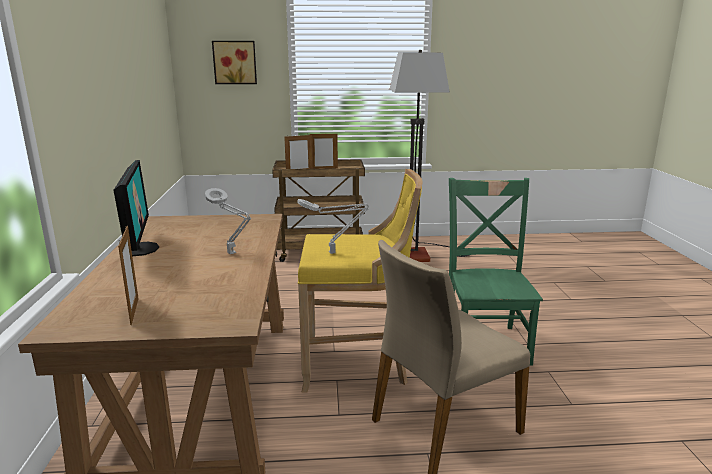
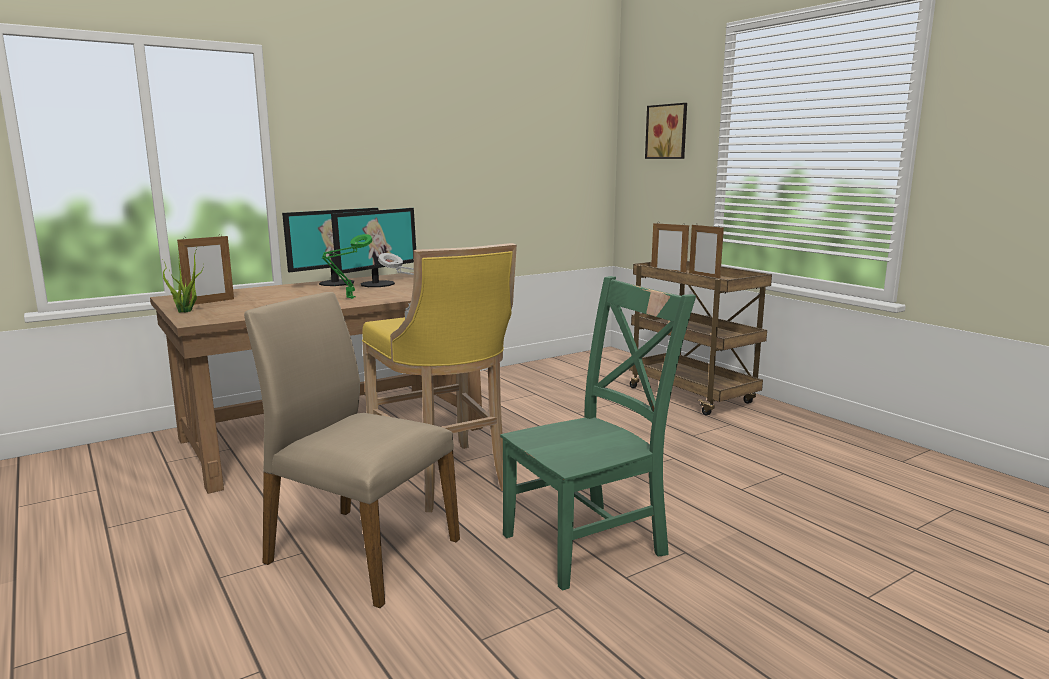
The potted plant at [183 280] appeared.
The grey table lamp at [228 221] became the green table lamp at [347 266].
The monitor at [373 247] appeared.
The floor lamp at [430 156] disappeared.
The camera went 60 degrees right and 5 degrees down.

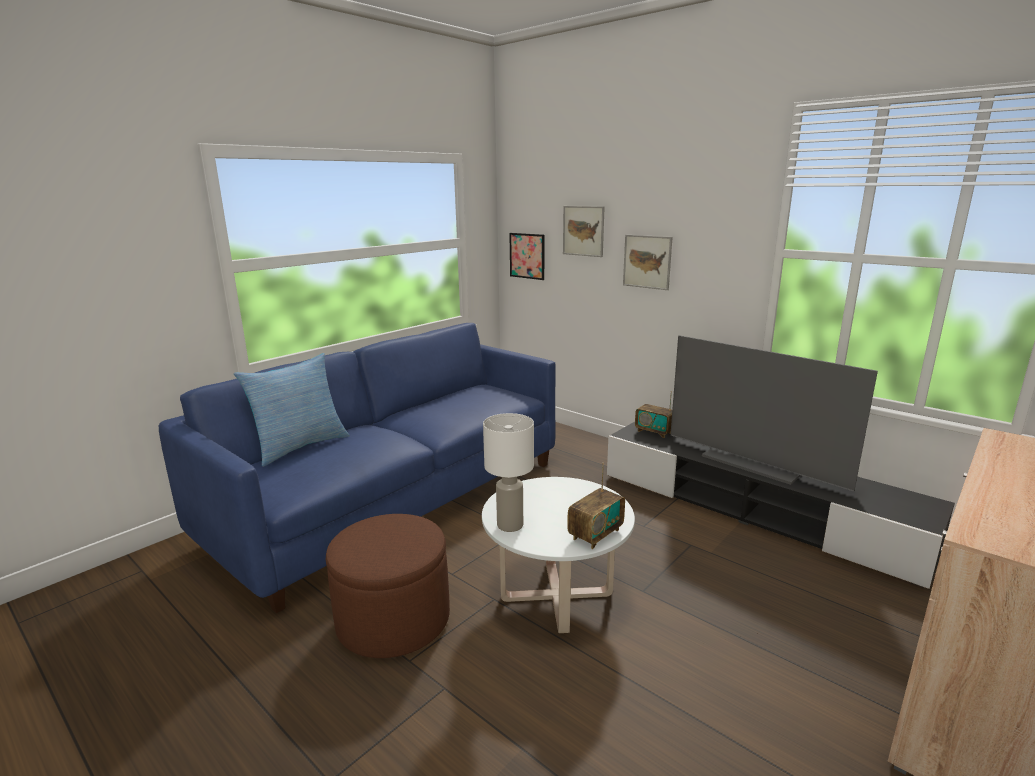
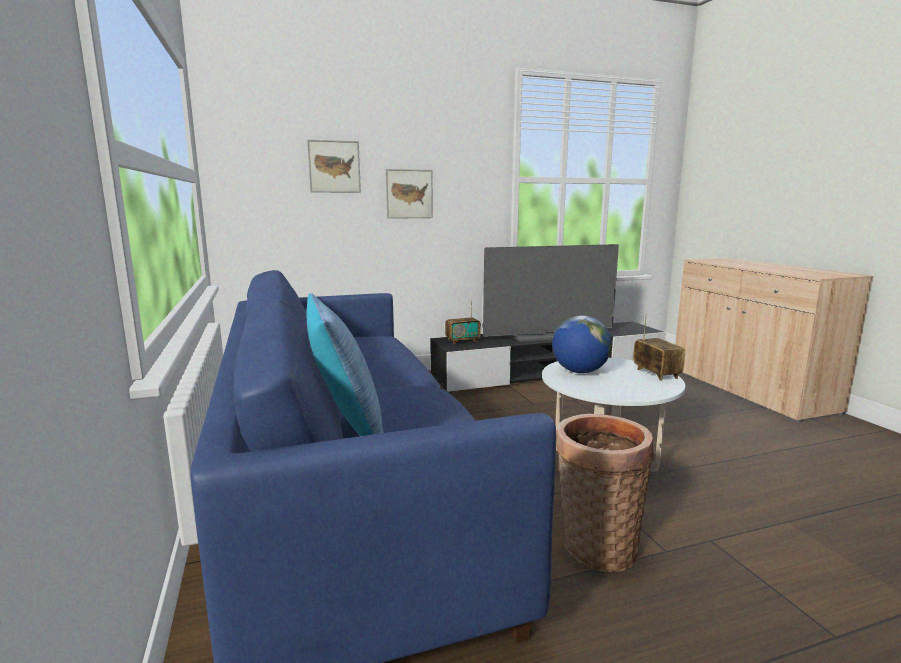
The globe at [582 344] appeared.
The brown ottoman at [388 586] was replaced by the basket at [605 493].
The white table lamp at [508 472] disappeared.
The picture at [526 256] disappeared.
The camera went 60 degrees left and 5 degrees down.

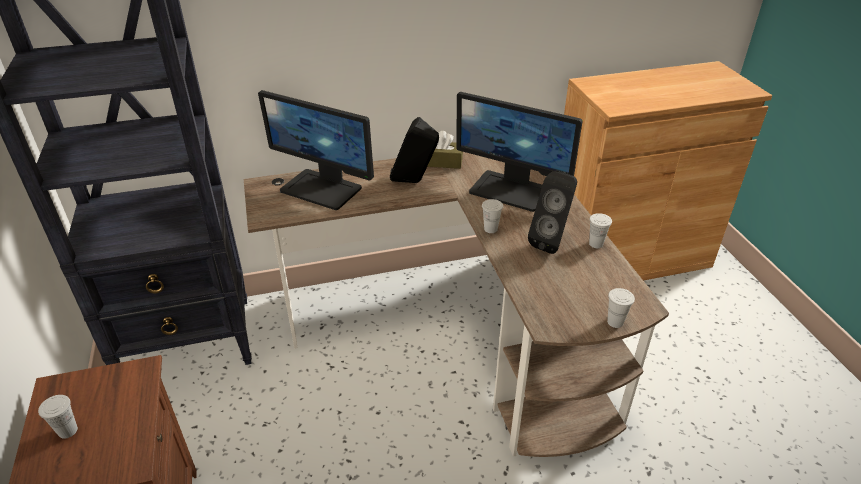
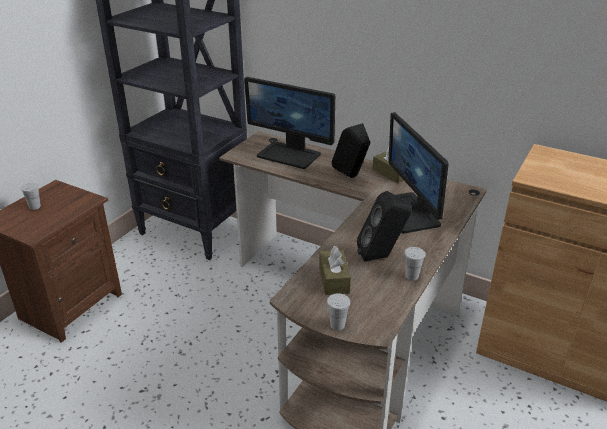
The monitor at [316 150] turned 45 degrees counterclockwise.
The brown tissue box at [335 270] appeared.
The white cup at [492 216] disappeared.
The camera went 45 degrees right and 5 degrees down.

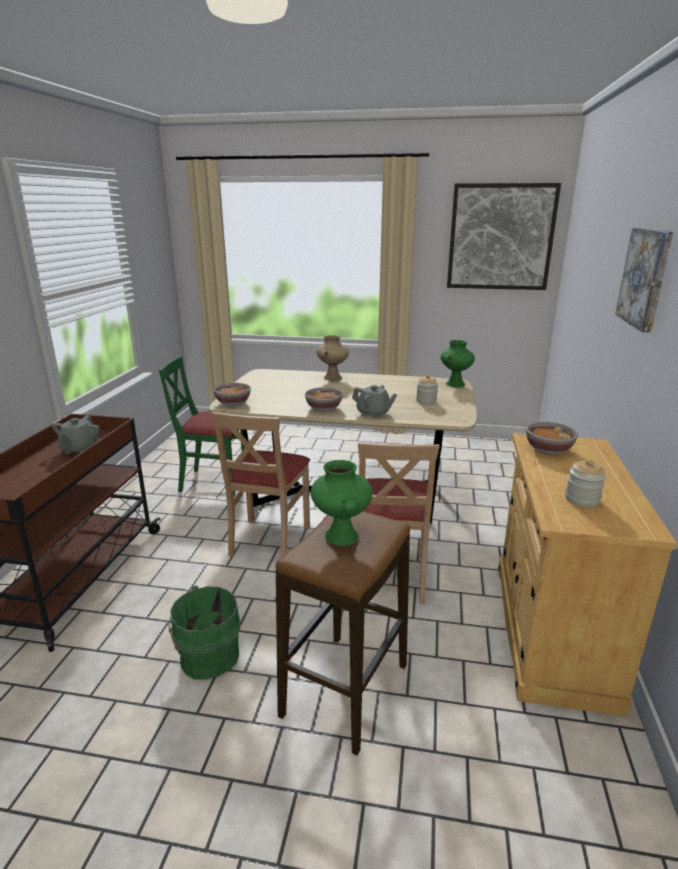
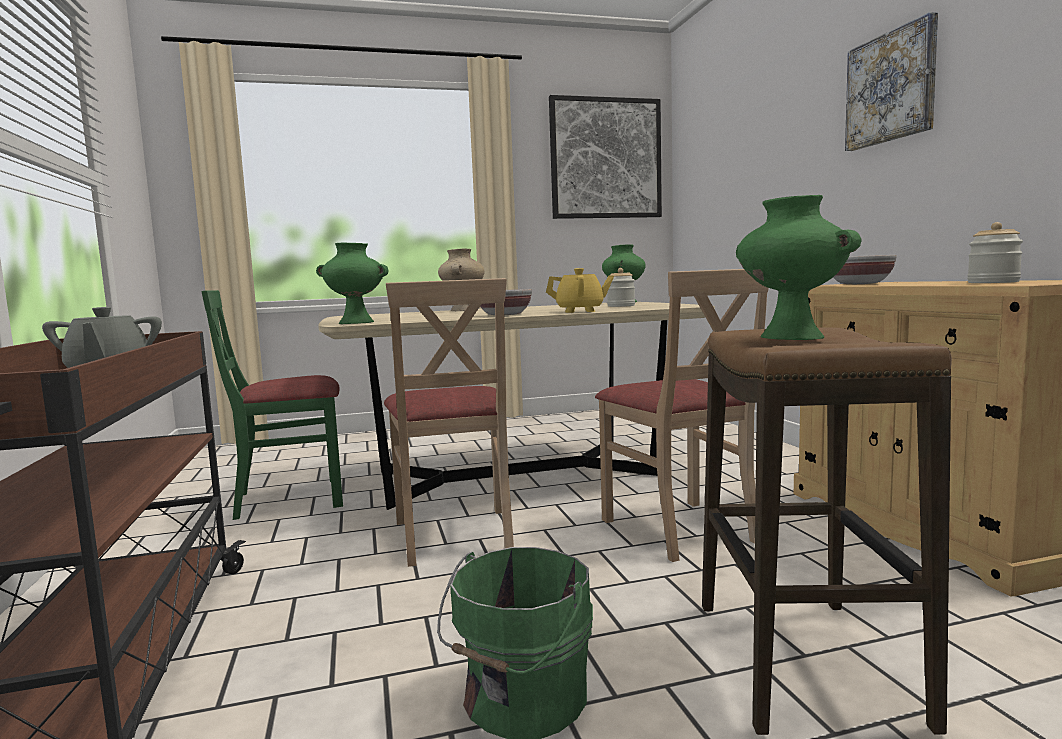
The bowl at [232 394] was replaced by the green vase at [352 283].
The grey teapot at [375 402] became the yellow teapot at [580 290].
The camera went 25 degrees left and 15 degrees down.

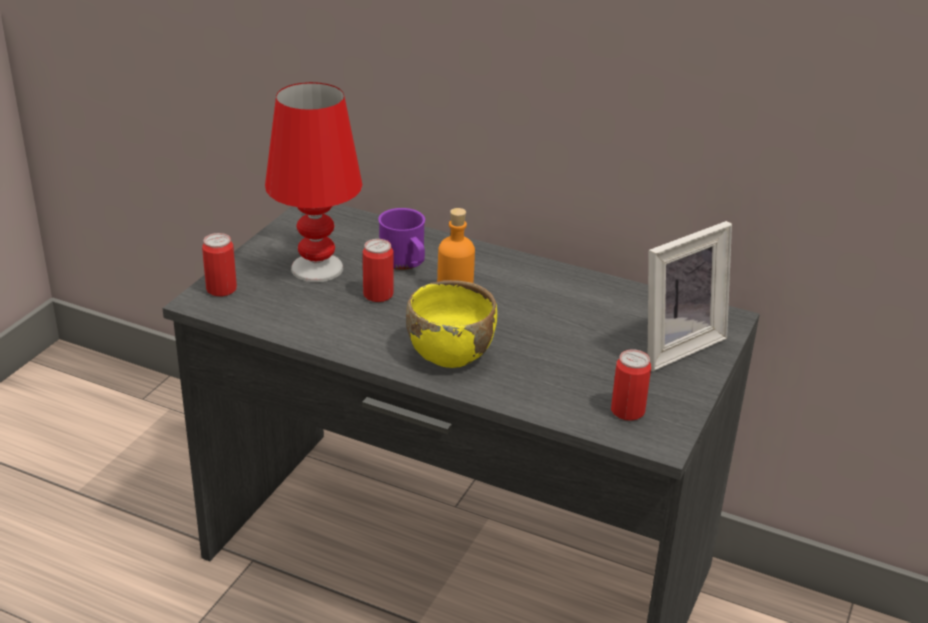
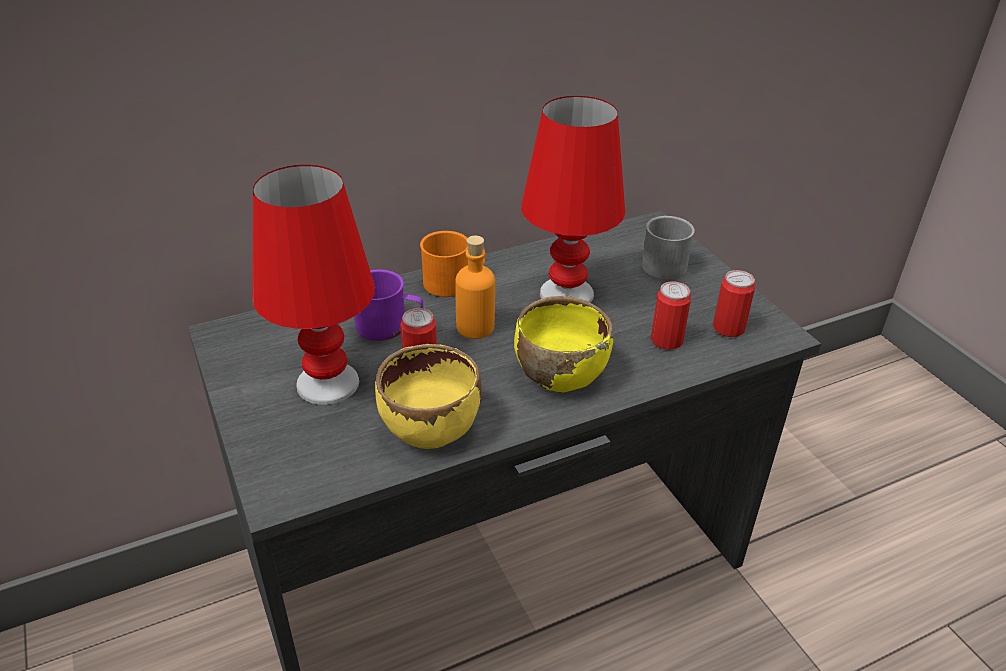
The yellow bowl at [428 396] appeared.
The orange mug at [452 264] appeared.
The red table lamp at [573 199] appeared.
The picture frame at [690 296] was replaced by the grey mug at [668 248].
The can moved from [219 264] to [671 315].
The camera went 50 degrees left and 5 degrees up.

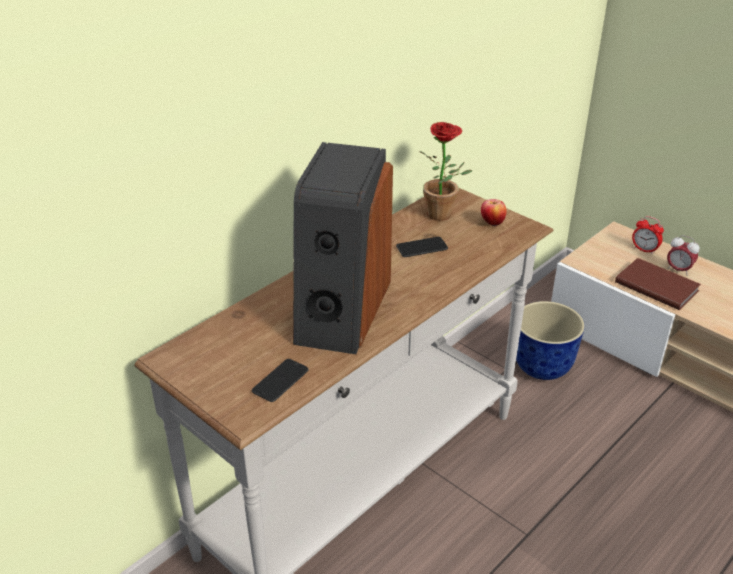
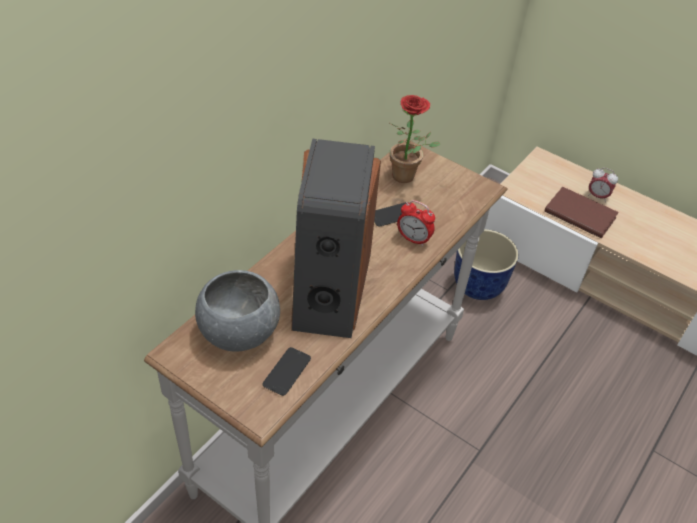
The grey bowl at [237 311] appeared.
The alarm clock moved from [648 235] to [416 223].
The apple at [494 212] disappeared.
The camera went 10 degrees left and 10 degrees up.

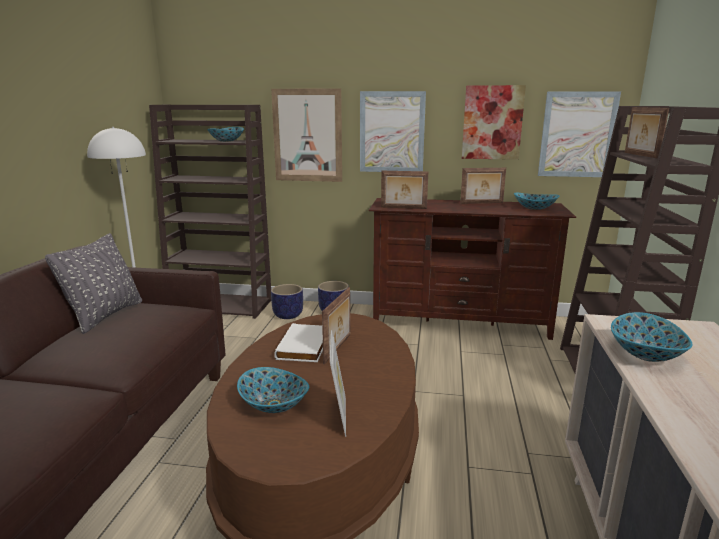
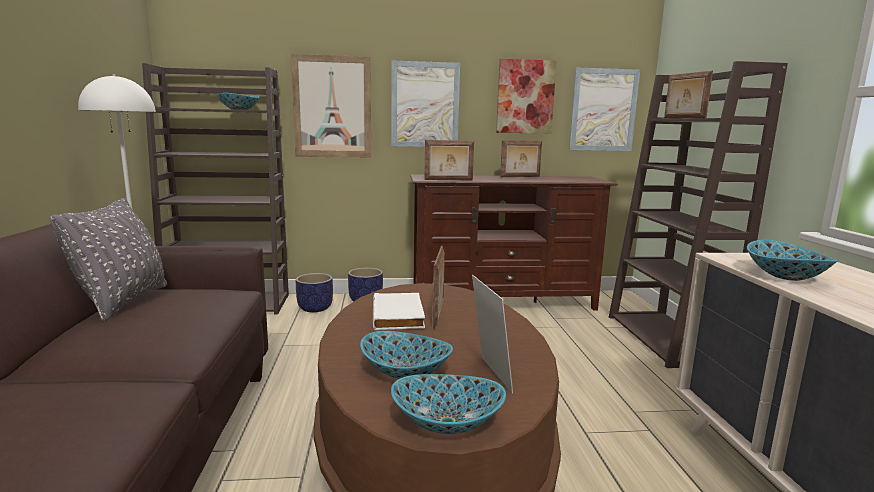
The bowl moved from [536 201] to [448 404].
The camera went 15 degrees left and 5 degrees down.

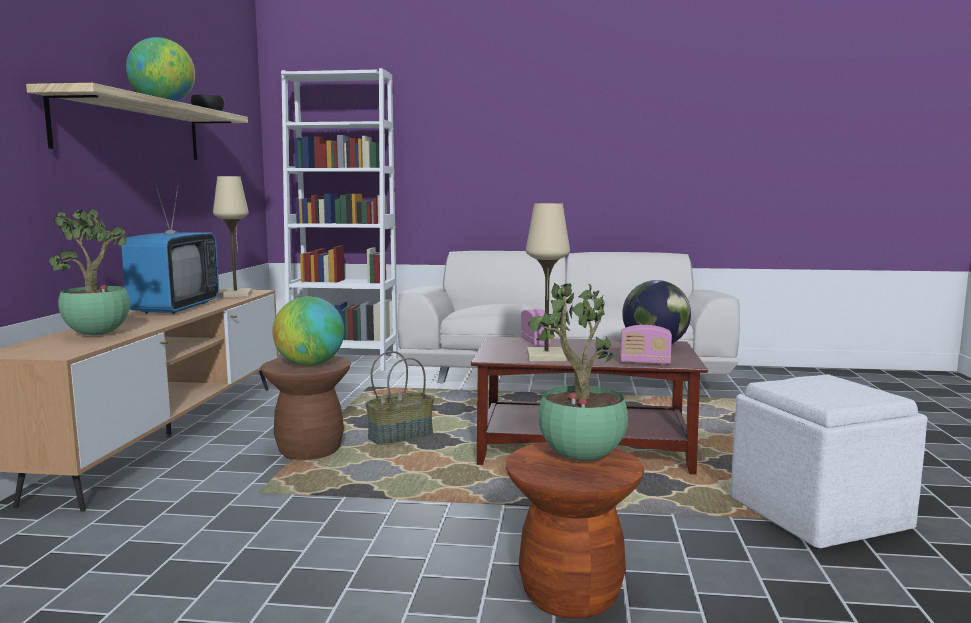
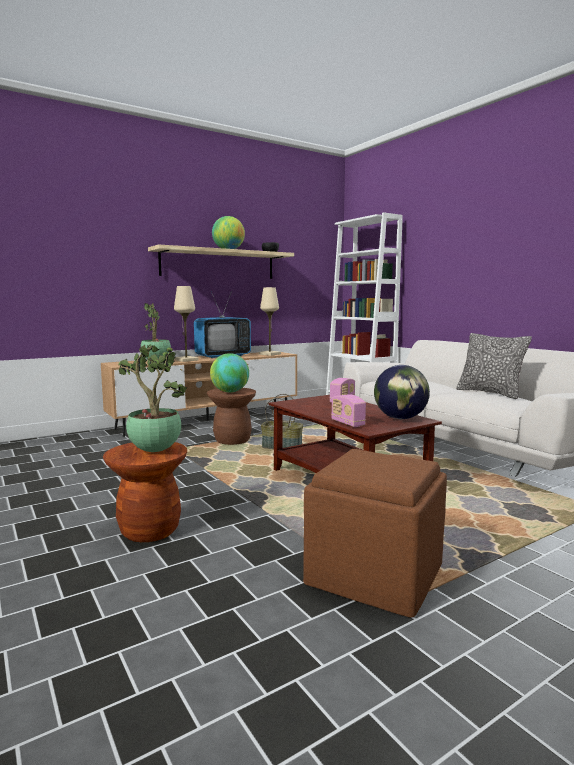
The beige table lamp moved from [548 282] to [186 324].
The white ottoman at [829 461] became the brown ottoman at [375 533].
The pillow at [494 366] appeared.
The camera went 50 degrees right and 0 degrees up.

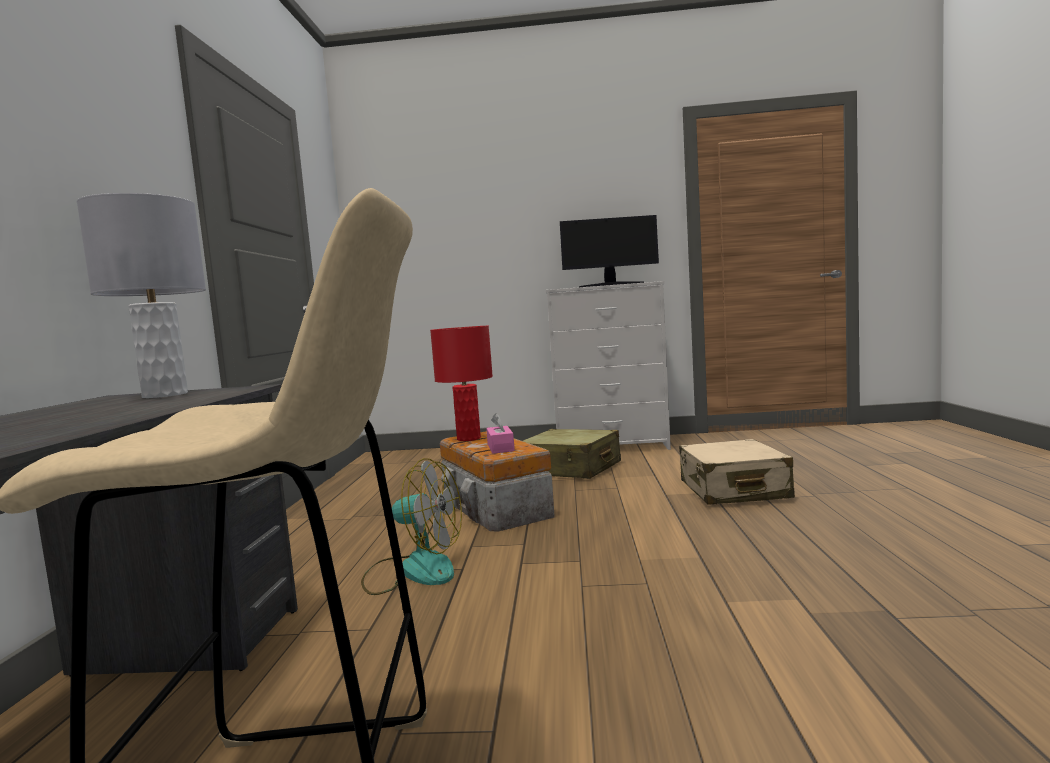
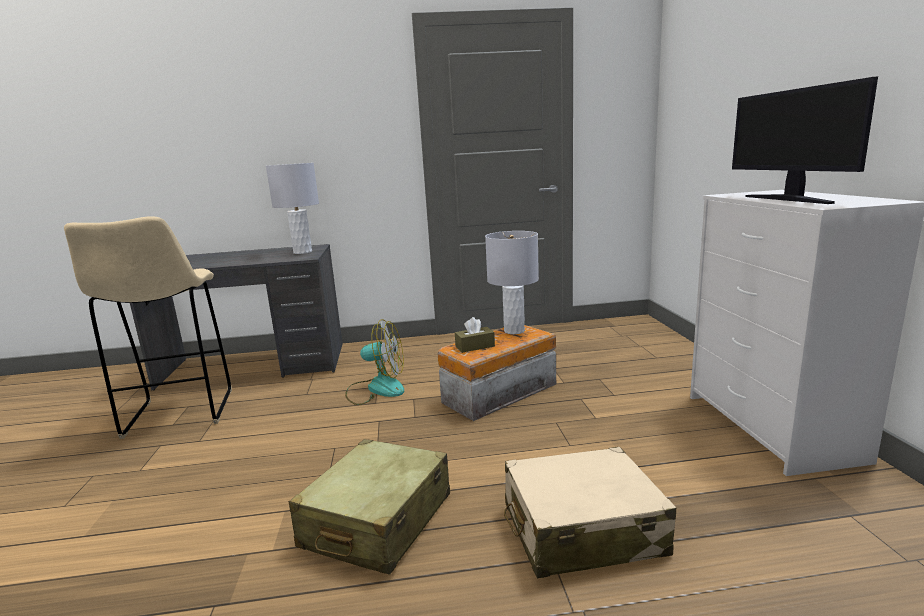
The beige suitcase moved from [572 454] to [369 507].
The fan at [411 526] turned 90 degrees counterclockwise.
The pink tissue box at [500 433] became the brown tissue box at [475 335].
The red table lamp at [461 383] became the grey table lamp at [512 282].
The camera went 80 degrees right and 10 degrees up.

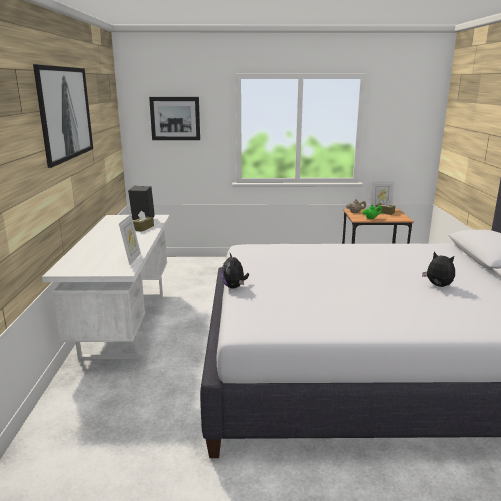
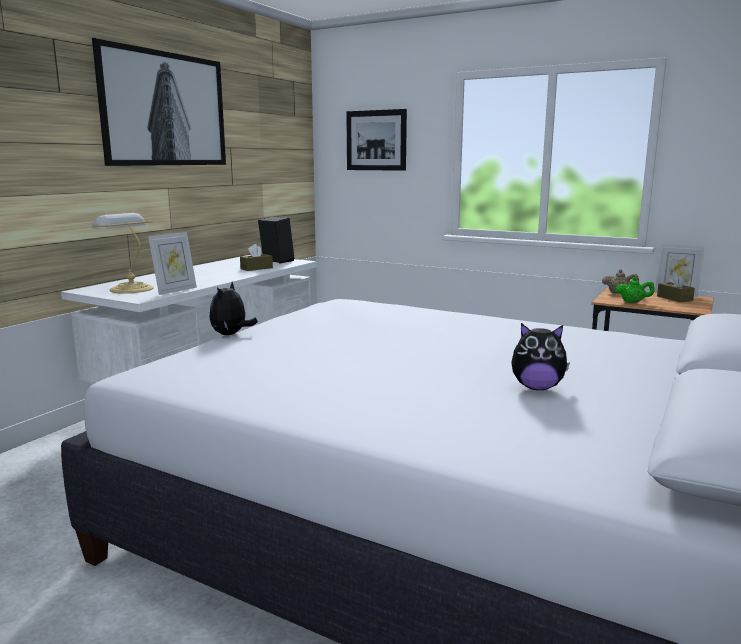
The table lamp at [122 253] appeared.
The plush toy at [438 269] turned 120 degrees clockwise.
The camera went 30 degrees right and 5 degrees down.

